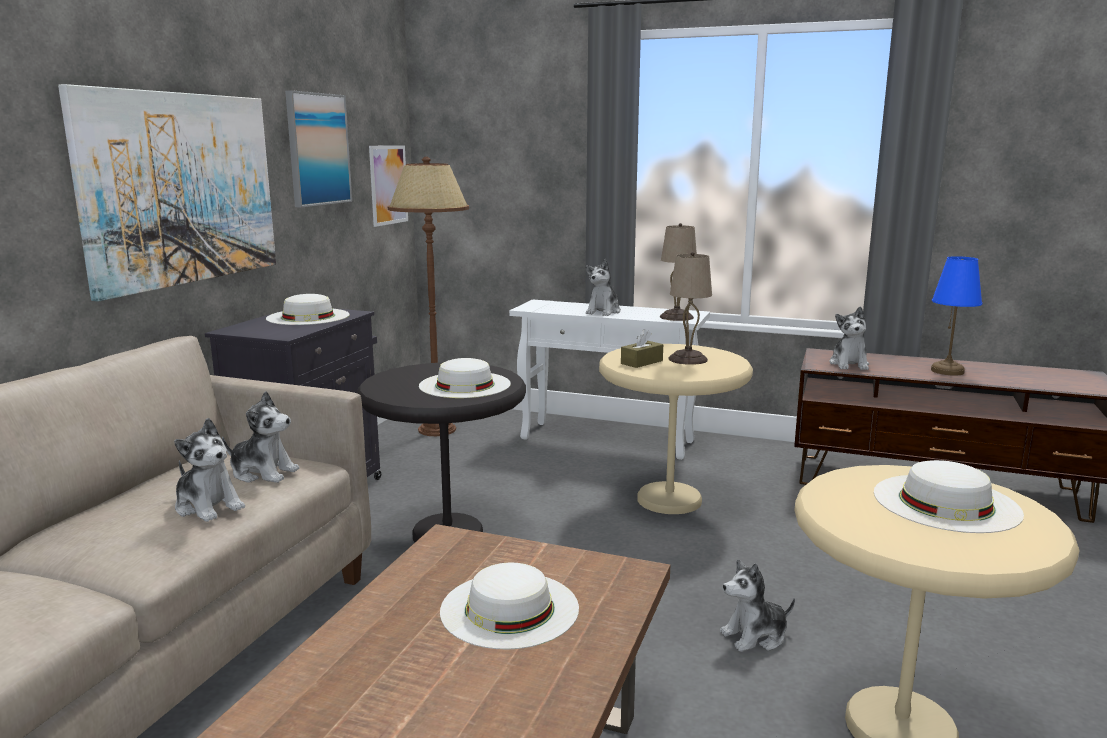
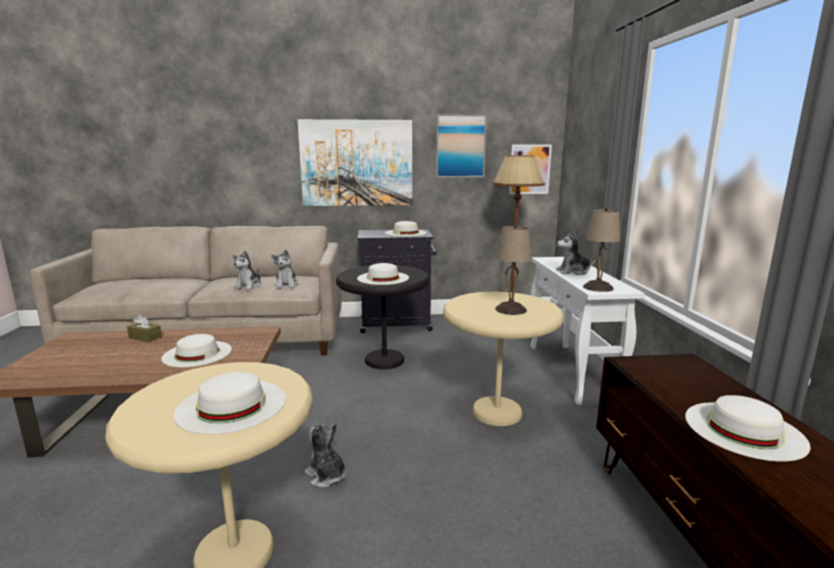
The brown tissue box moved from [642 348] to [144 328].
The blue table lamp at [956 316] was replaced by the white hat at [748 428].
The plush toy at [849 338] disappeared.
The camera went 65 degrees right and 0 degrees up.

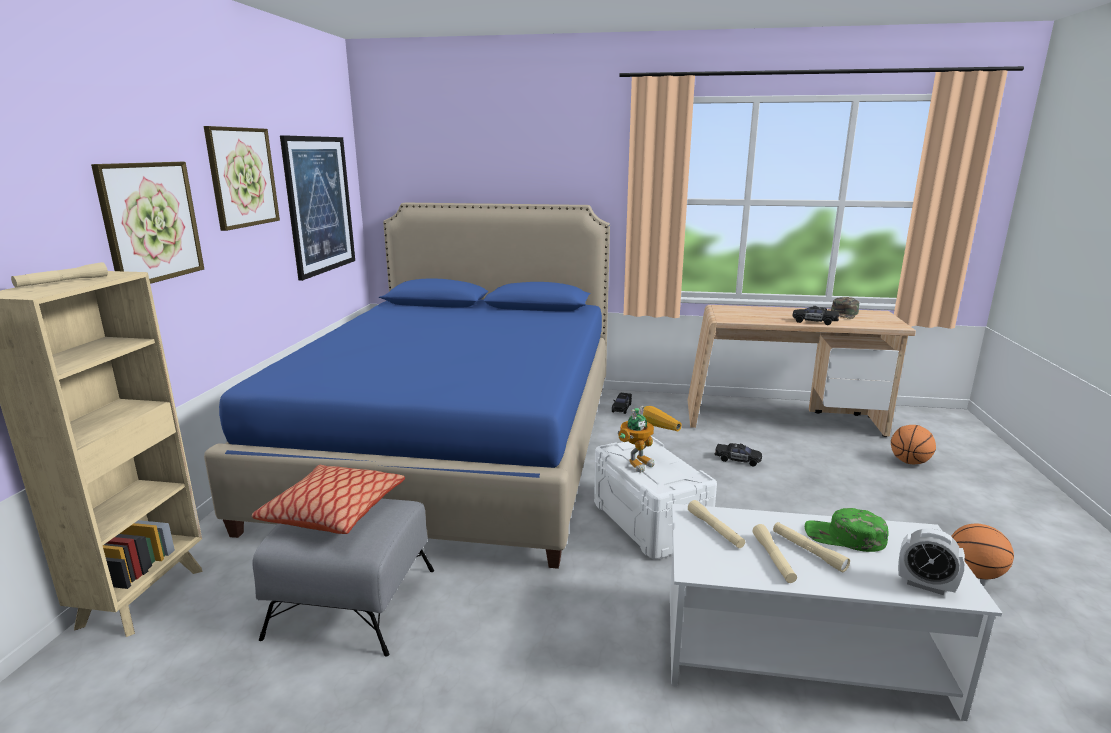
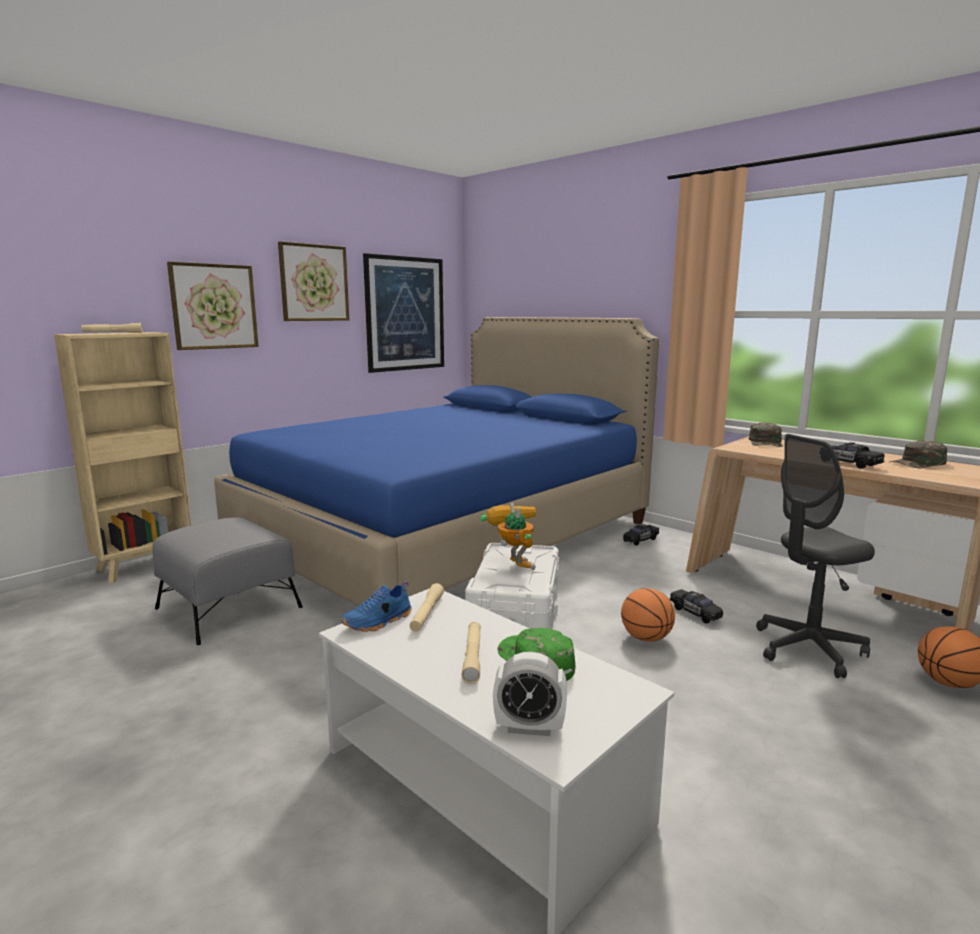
The blue shoe at [376 606] appeared.
The toy robot at [650 439] turned 105 degrees counterclockwise.
The alarm clock at [931 561] turned 60 degrees counterclockwise.
The basketball moved from [983 551] to [648 615].
The green cap at [765 434] appeared.
The grey office chair at [815 556] appeared.
The pillow at [328 499] disappeared.
The beige flashlight at [775 553] disappeared.
The camera went 35 degrees right and 5 degrees down.

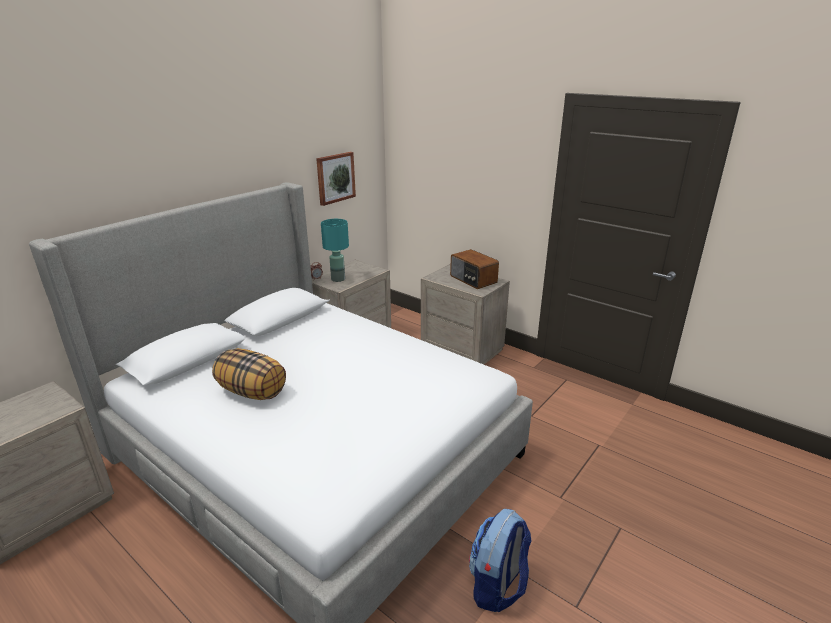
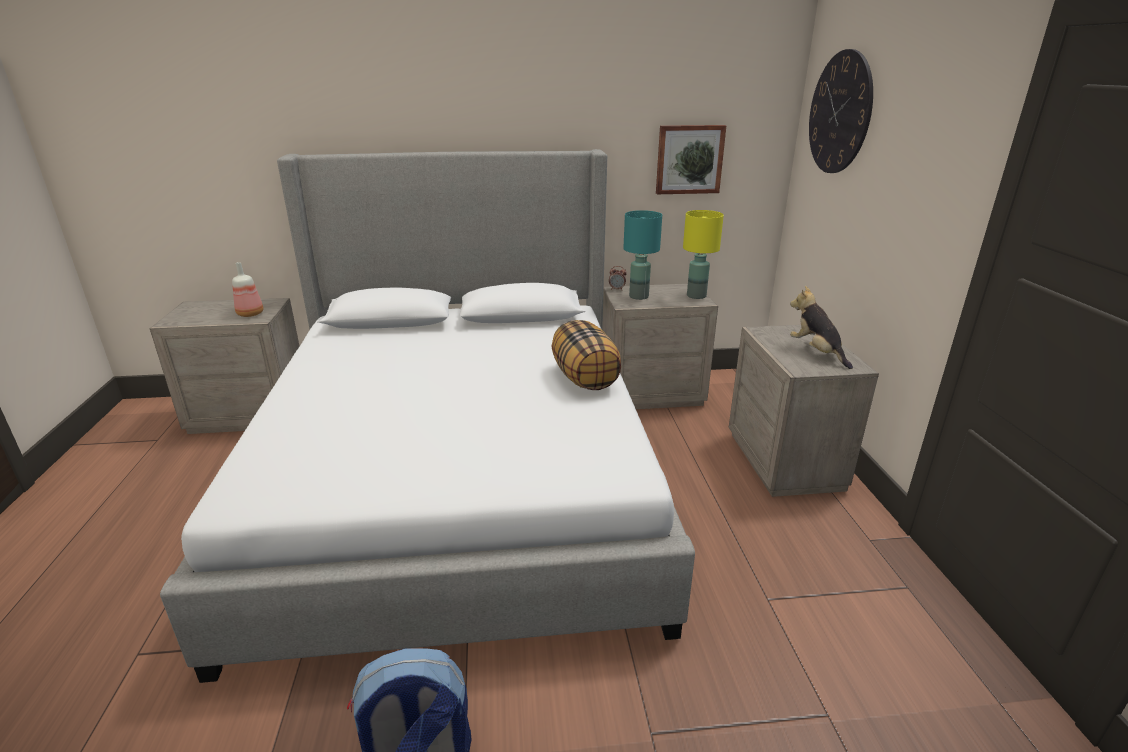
The bottle at [247 289] appeared.
The pillow moved from [249 374] to [586 355].
The yellow table lamp at [703 254] appeared.
The radio at [474 269] was replaced by the plush toy at [821 327].
The wall clock at [841 111] appeared.
The camera went 45 degrees right and 0 degrees up.

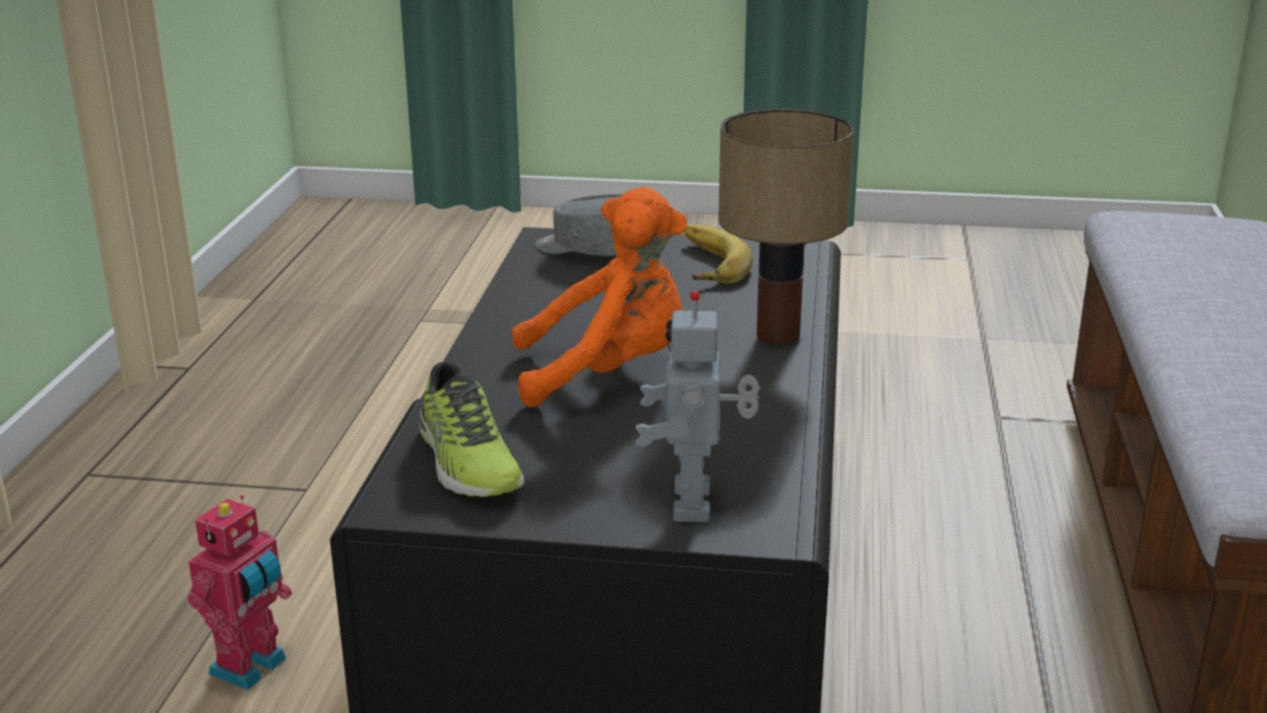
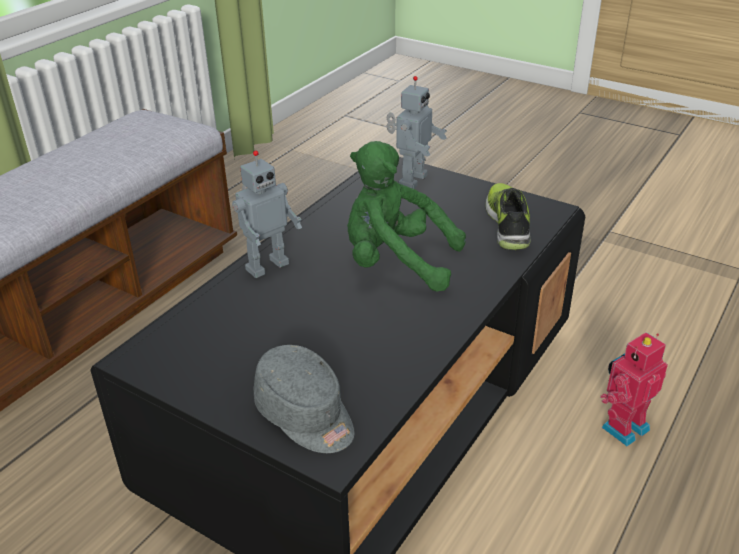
The table lamp at [786 227] was replaced by the toy robot at [267 214].
The orange plush toy at [599 297] became the green plush toy at [406 216].
The banana at [718 254] disappeared.
The camera went 155 degrees left and 10 degrees up.

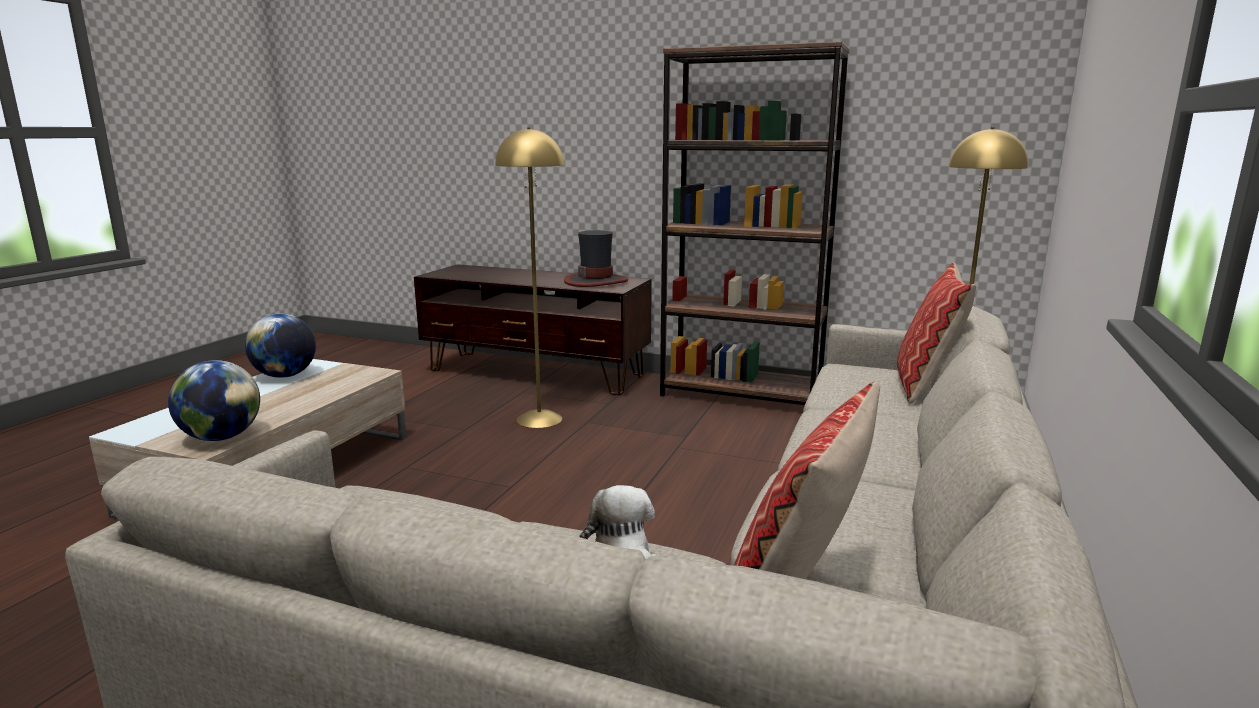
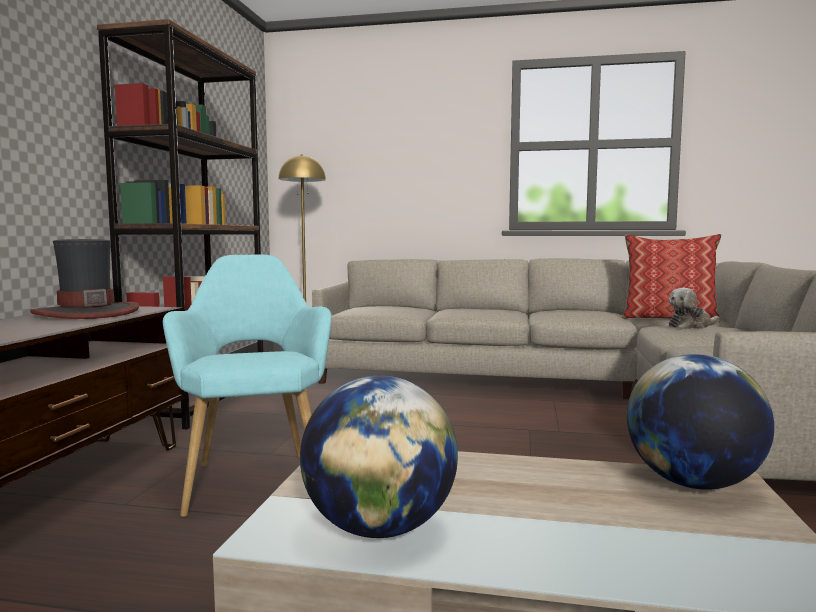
The yellow floor lamp at [529 277] was replaced by the turquoise armchair at [247 386].
The pillow at [936 333] disappeared.
The camera went 100 degrees left and 10 degrees down.

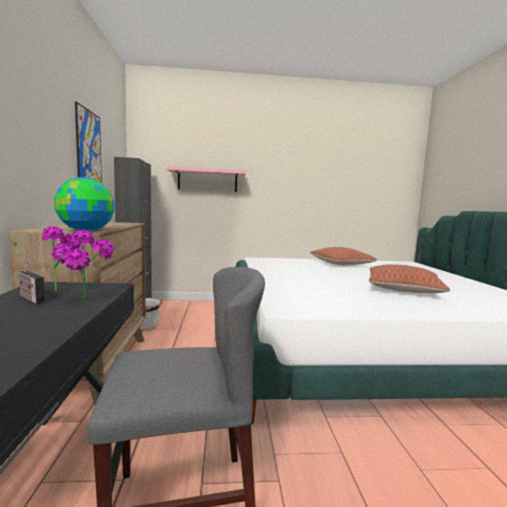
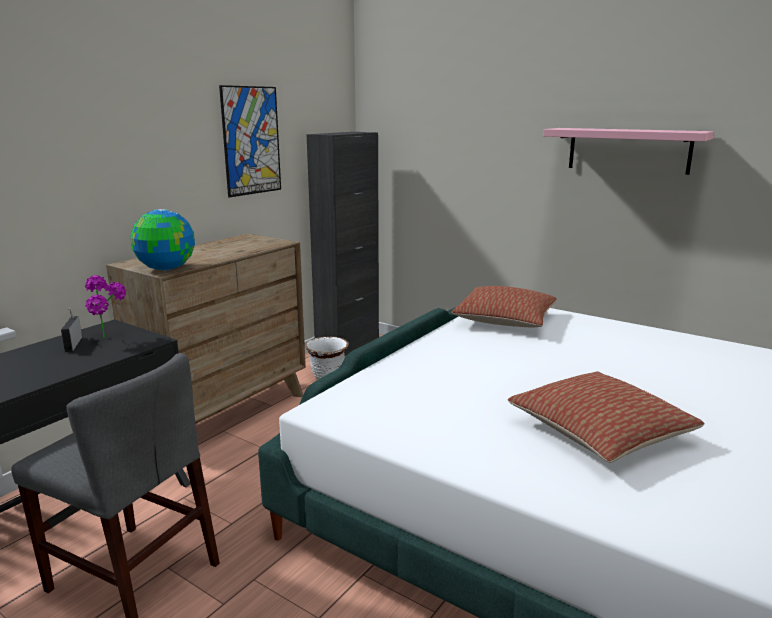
The pillow moved from [343 256] to [504 306].
The pink shelf moved from [206 179] to [628 151].
The potted plant at [89 264] disappeared.
The camera went 40 degrees right and 10 degrees up.

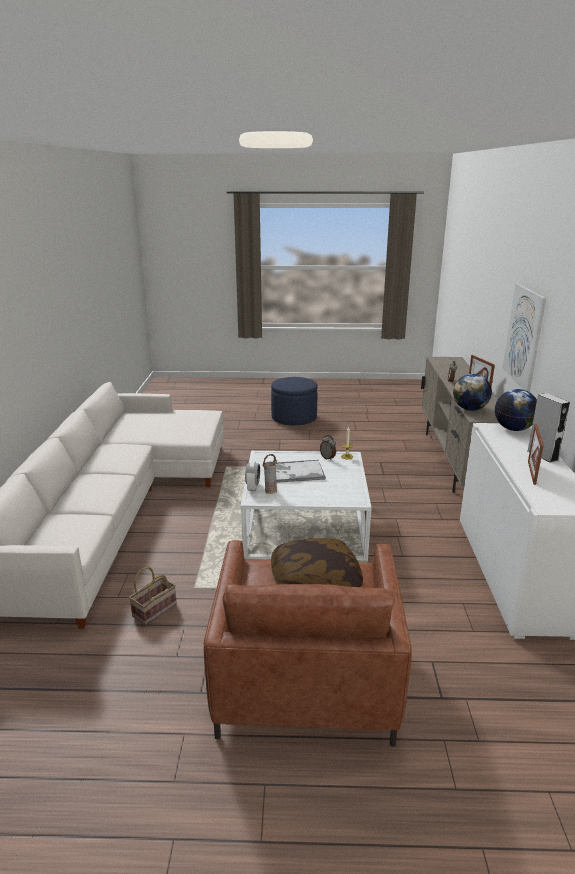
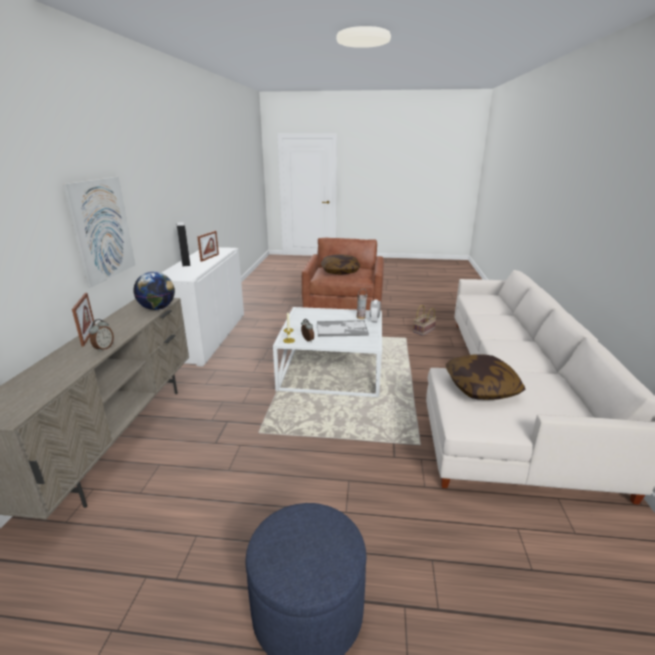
The pillow at [486 377] appeared.
The globe at [516 410] disappeared.
The camera went 175 degrees left and 0 degrees up.

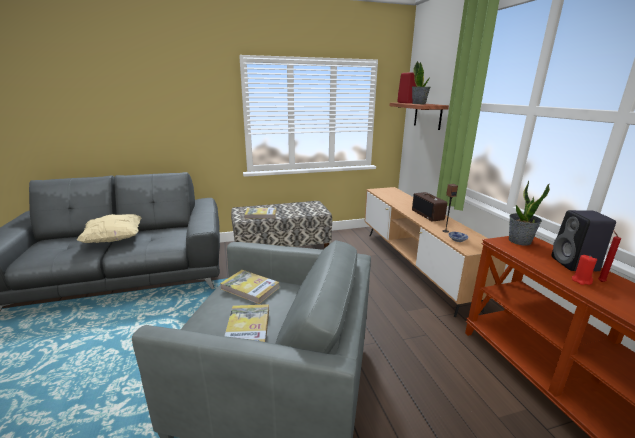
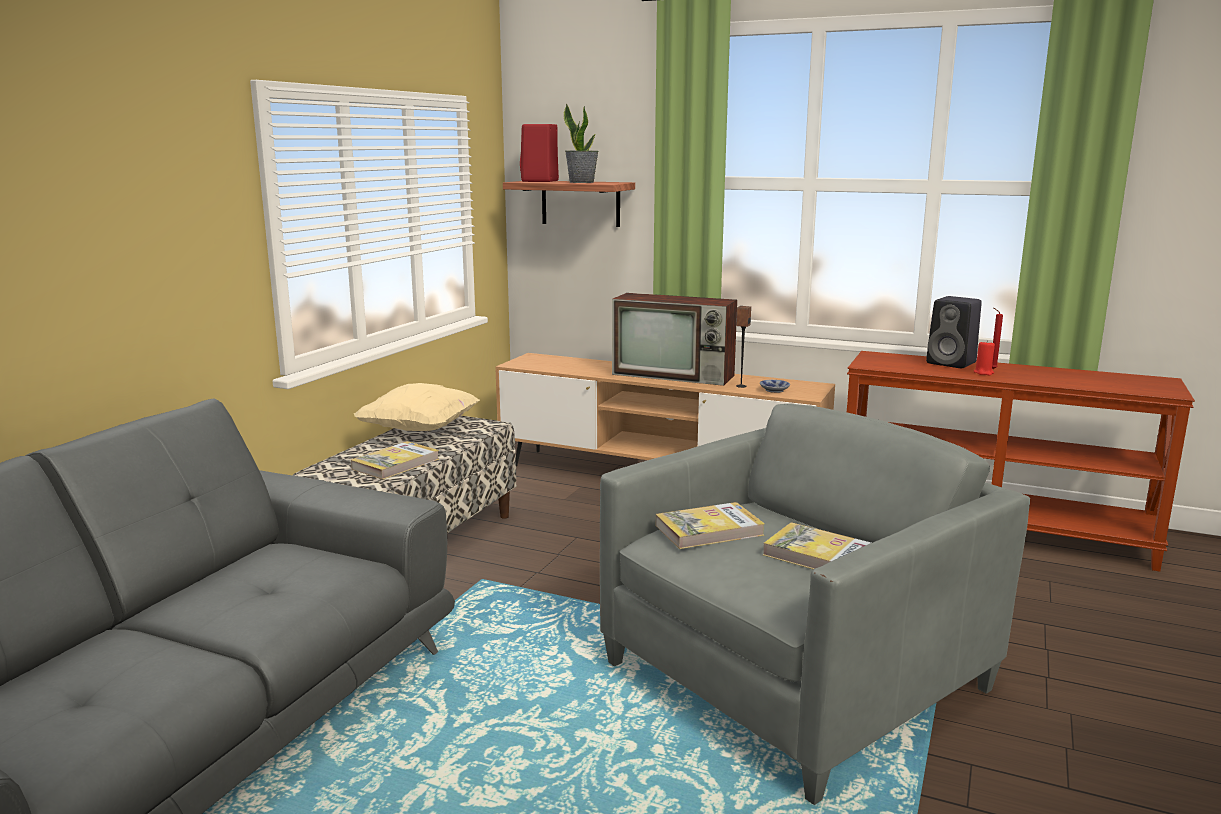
The beige pillow moved from [109 228] to [417 407].
The radio at [429 207] was replaced by the television at [674 339].
The potted plant at [529 213] disappeared.
The camera went 50 degrees left and 5 degrees down.

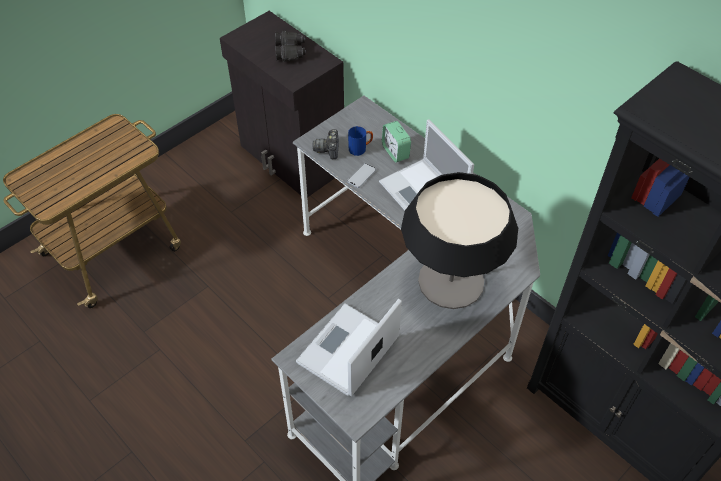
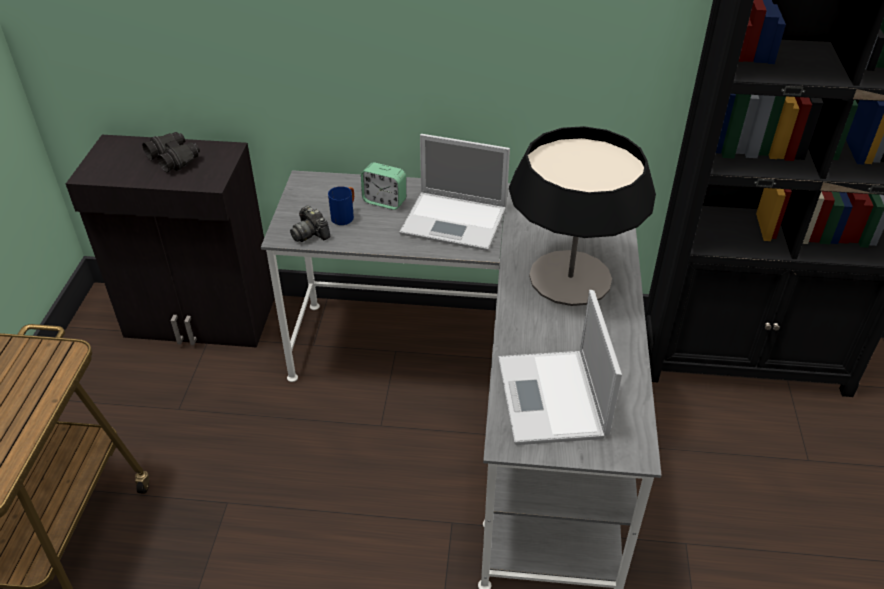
The phone at [361 175] disappeared.
The camera went 40 degrees left and 10 degrees down.

